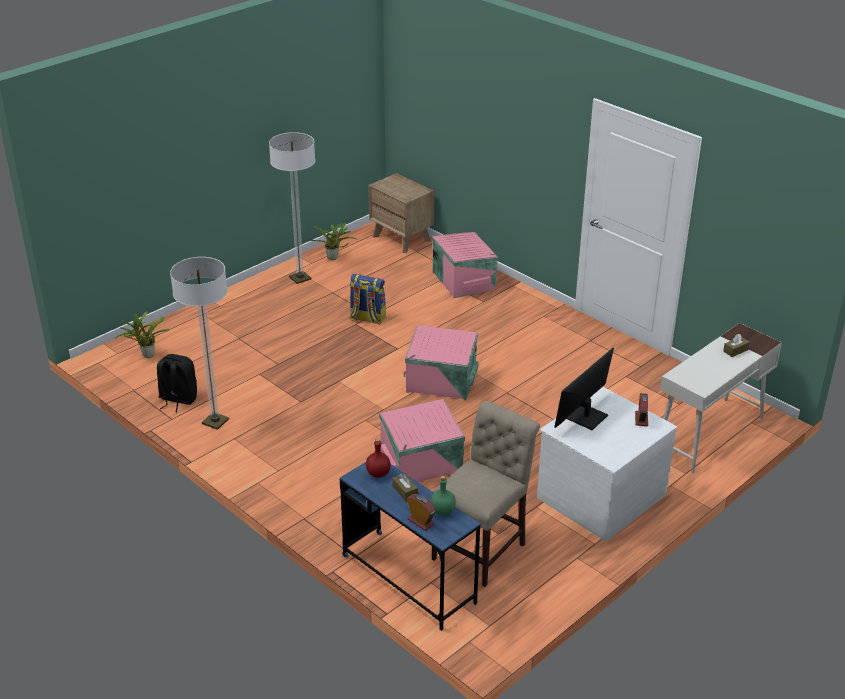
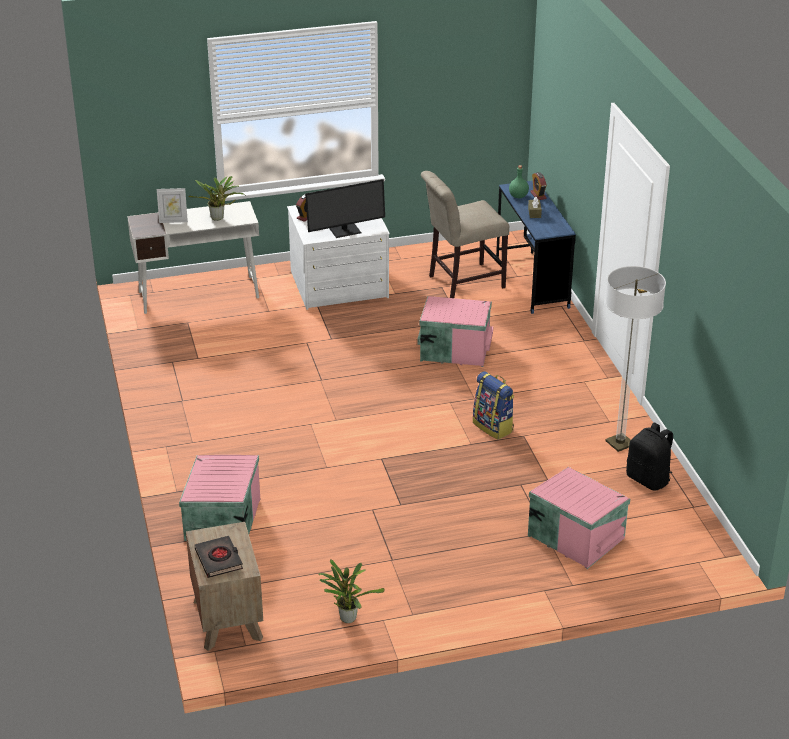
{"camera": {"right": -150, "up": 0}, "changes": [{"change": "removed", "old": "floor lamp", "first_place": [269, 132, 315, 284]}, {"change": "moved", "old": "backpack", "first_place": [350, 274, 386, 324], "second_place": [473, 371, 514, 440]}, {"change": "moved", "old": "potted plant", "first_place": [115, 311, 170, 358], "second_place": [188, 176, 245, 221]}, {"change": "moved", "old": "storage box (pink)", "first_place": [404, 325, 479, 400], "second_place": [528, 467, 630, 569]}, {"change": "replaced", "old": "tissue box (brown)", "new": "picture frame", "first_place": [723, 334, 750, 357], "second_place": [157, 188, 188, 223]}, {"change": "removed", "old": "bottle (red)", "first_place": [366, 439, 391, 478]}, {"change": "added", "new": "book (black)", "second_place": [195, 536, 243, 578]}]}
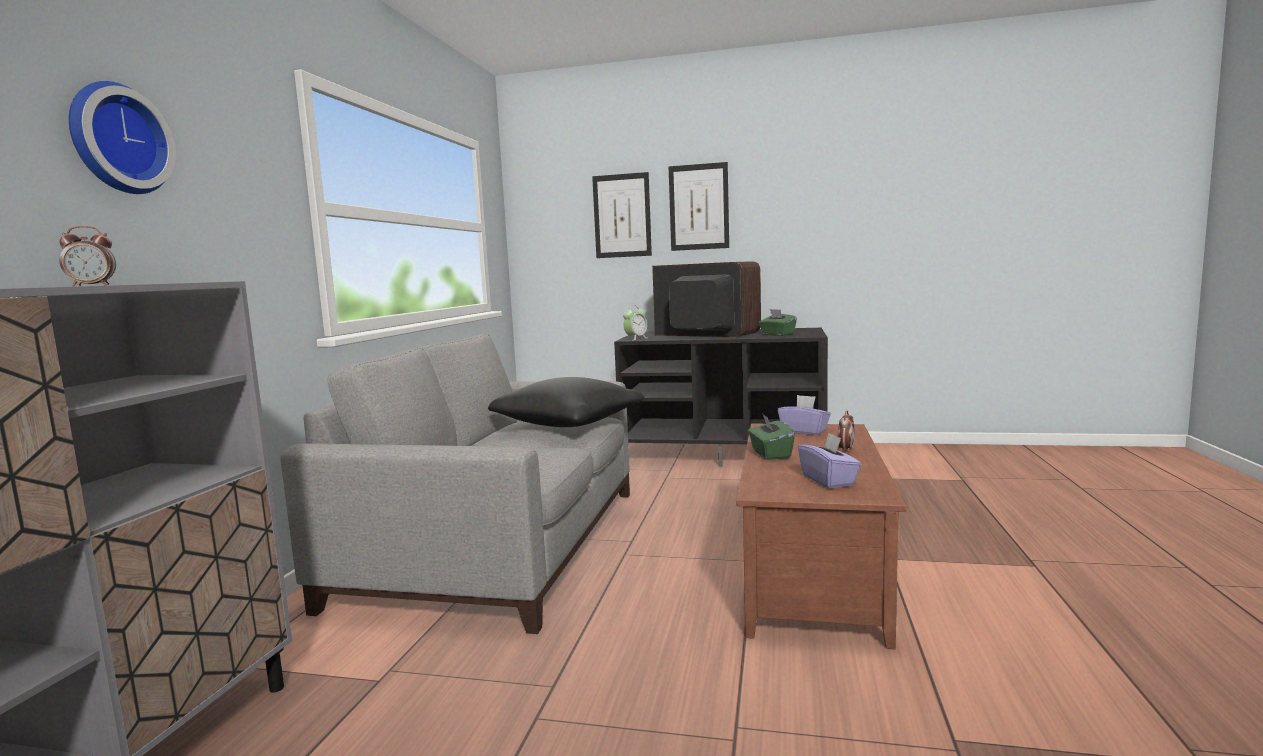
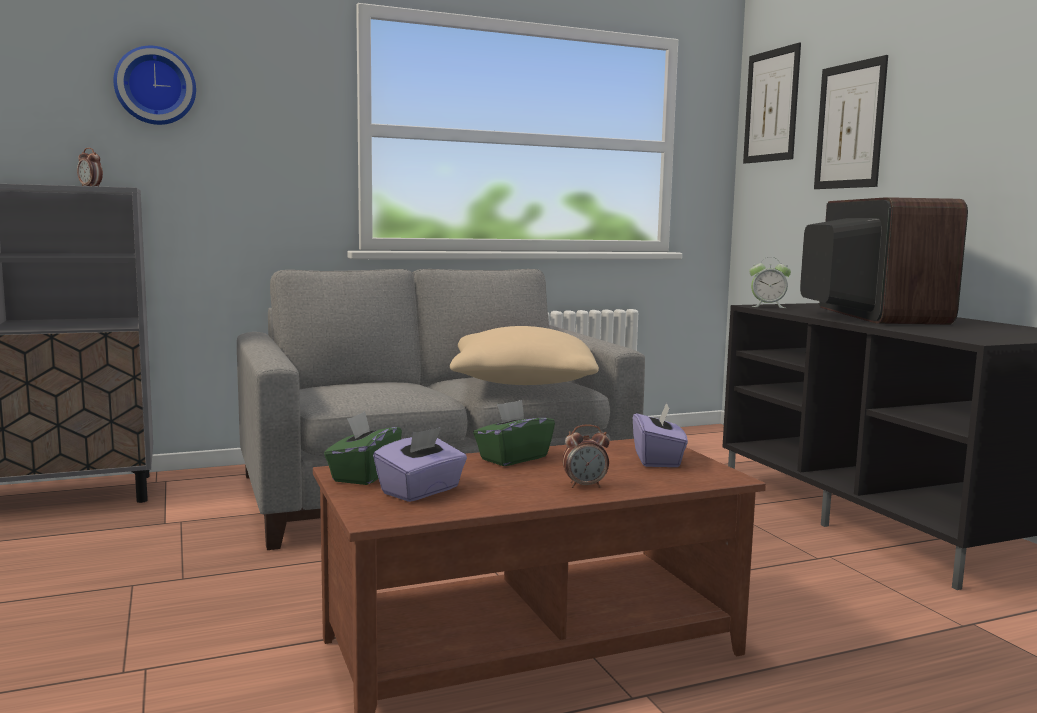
{"camera": {"right": 55, "up": 0}, "changes": [{"change": "moved", "old": "picture", "first_place": [669, 162, 729, 251], "second_place": [743, 42, 801, 164]}, {"change": "moved", "old": "tissue box (green)", "first_place": [759, 309, 797, 336], "second_place": [324, 411, 402, 485]}, {"change": "recoloured", "old": "pillow (black)", "new": "pillow (beige)", "first_place": [488, 377, 645, 427], "second_place": [450, 326, 599, 385]}]}
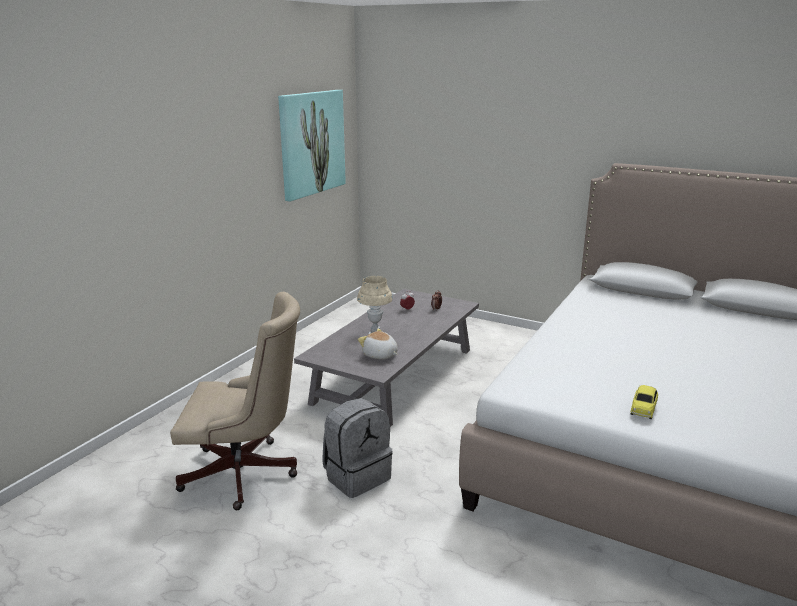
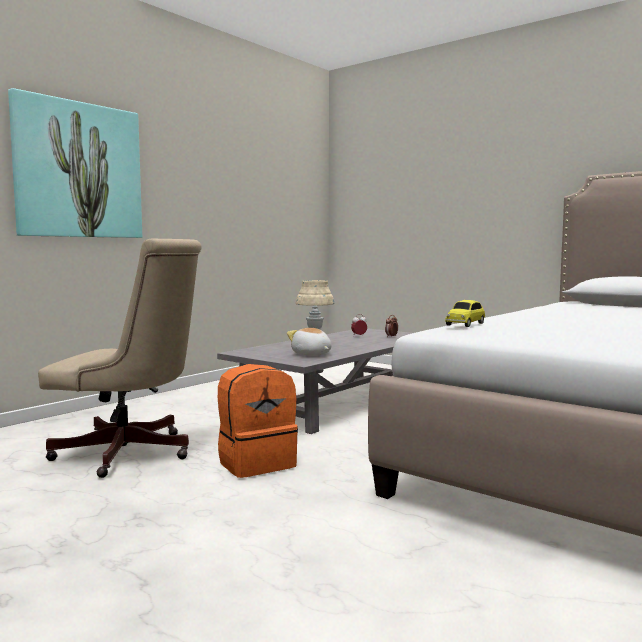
{"camera": {"right": 10, "up": -15}, "changes": [{"change": "moved", "old": "picture", "first_place": [278, 90, 346, 202], "second_place": [8, 88, 142, 238]}, {"change": "moved", "old": "toy car", "first_place": [630, 385, 658, 419], "second_place": [445, 300, 485, 327]}, {"change": "recoloured", "old": "backpack (grey)", "new": "backpack (orange)", "first_place": [323, 398, 393, 498], "second_place": [218, 364, 298, 478]}]}
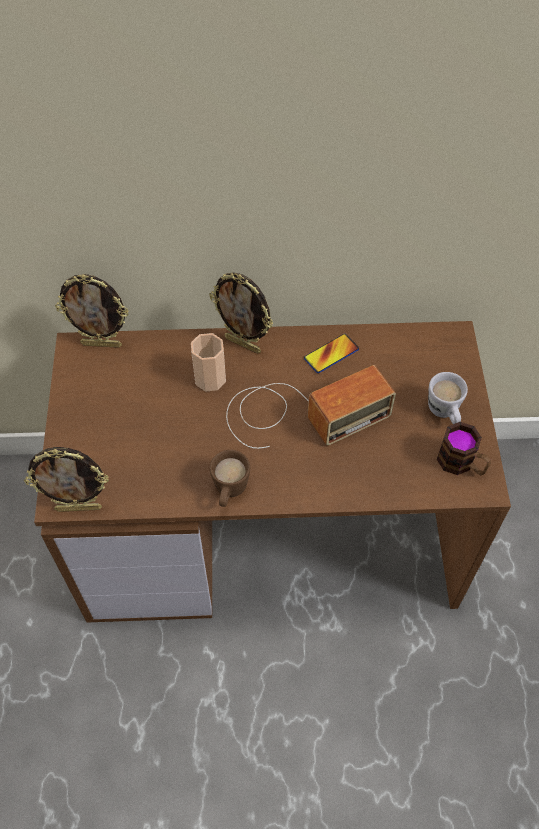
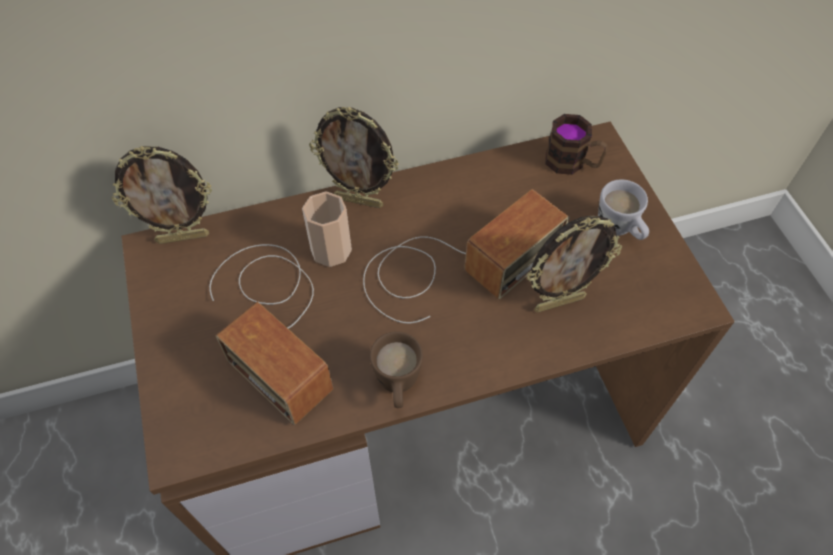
{"camera": {"right": -15, "up": 0}, "changes": [{"change": "removed", "old": "phone", "first_place": [304, 334, 359, 373]}, {"change": "moved", "old": "mug", "first_place": [437, 422, 491, 475], "second_place": [545, 114, 608, 175]}, {"change": "moved", "old": "picture frame", "first_place": [24, 447, 109, 512], "second_place": [527, 215, 622, 312]}, {"change": "added", "new": "radio", "second_place": [209, 244, 333, 425]}]}
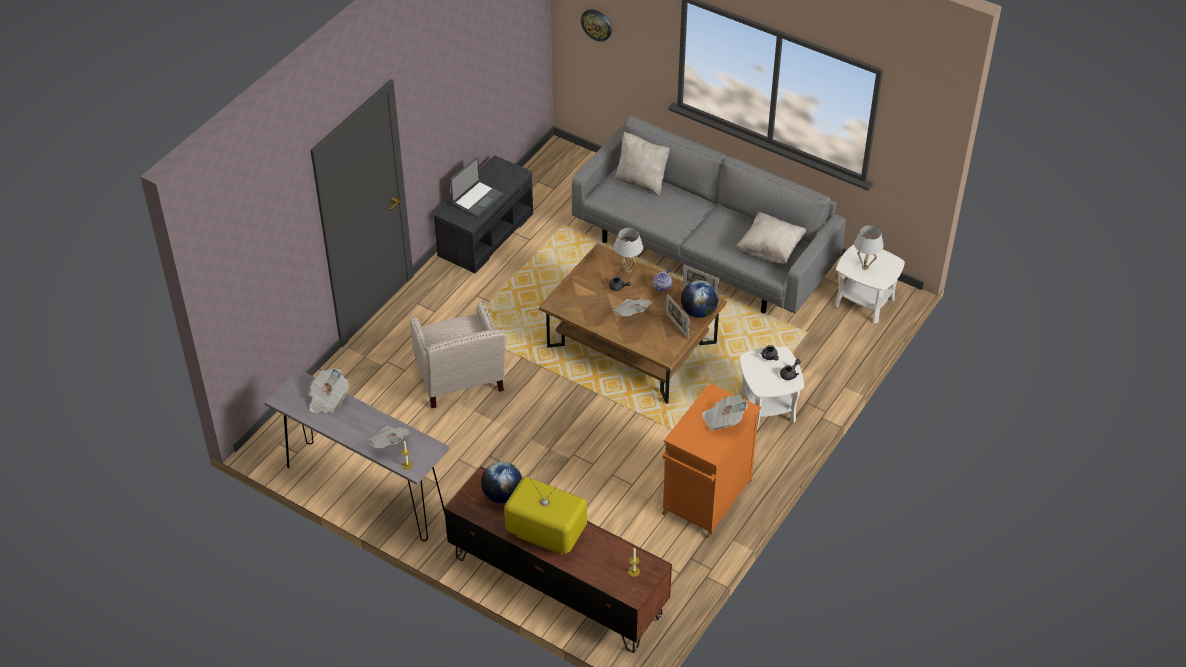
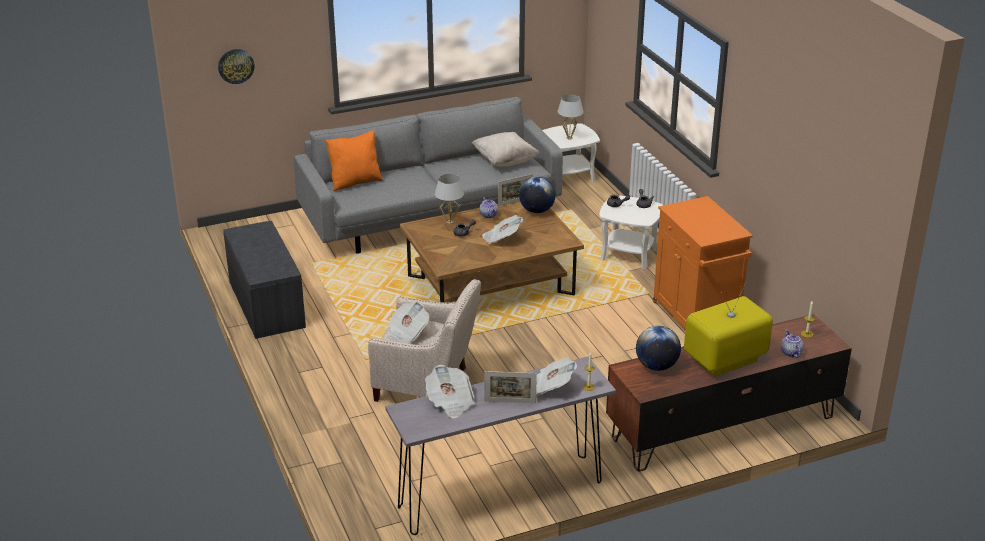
{"camera": {"right": -55, "up": -15}, "changes": [{"change": "recoloured", "old": "pillow (beige)", "new": "pillow (orange)", "first_place": [615, 132, 670, 196], "second_place": [325, 130, 383, 191]}, {"change": "removed", "old": "laptop", "first_place": [450, 157, 503, 217]}, {"change": "moved", "old": "picture frame", "first_place": [666, 294, 690, 338], "second_place": [485, 371, 537, 403]}, {"change": "moved", "old": "newspaper", "first_place": [702, 395, 748, 431], "second_place": [386, 302, 429, 344]}, {"change": "added", "new": "teapot", "second_place": [781, 329, 804, 358]}]}
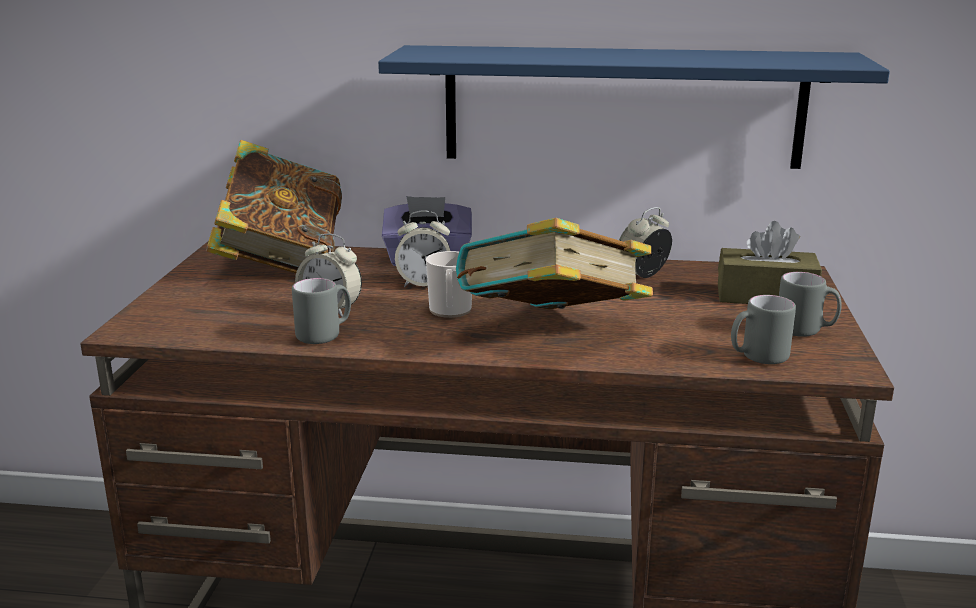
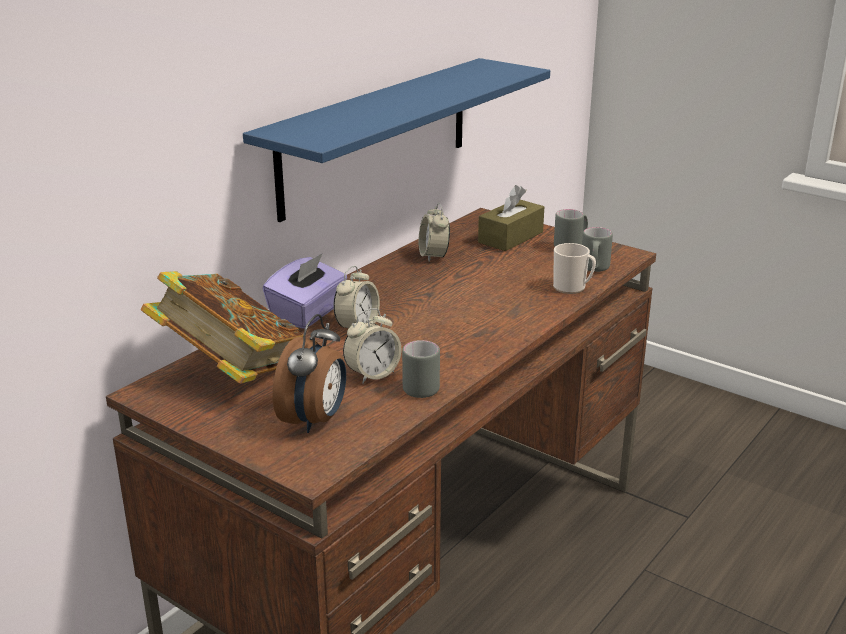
{"camera": {"right": -60, "up": 5}, "changes": [{"change": "removed", "old": "book", "first_place": [456, 218, 653, 310]}, {"change": "moved", "old": "mug", "first_place": [426, 251, 472, 318], "second_place": [553, 243, 596, 294]}, {"change": "added", "new": "alarm clock", "second_place": [272, 314, 346, 433]}]}
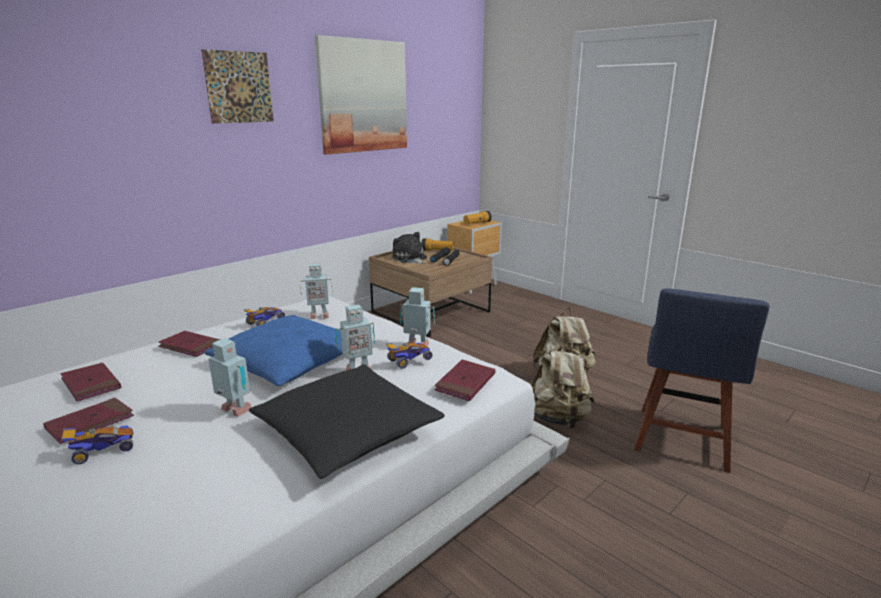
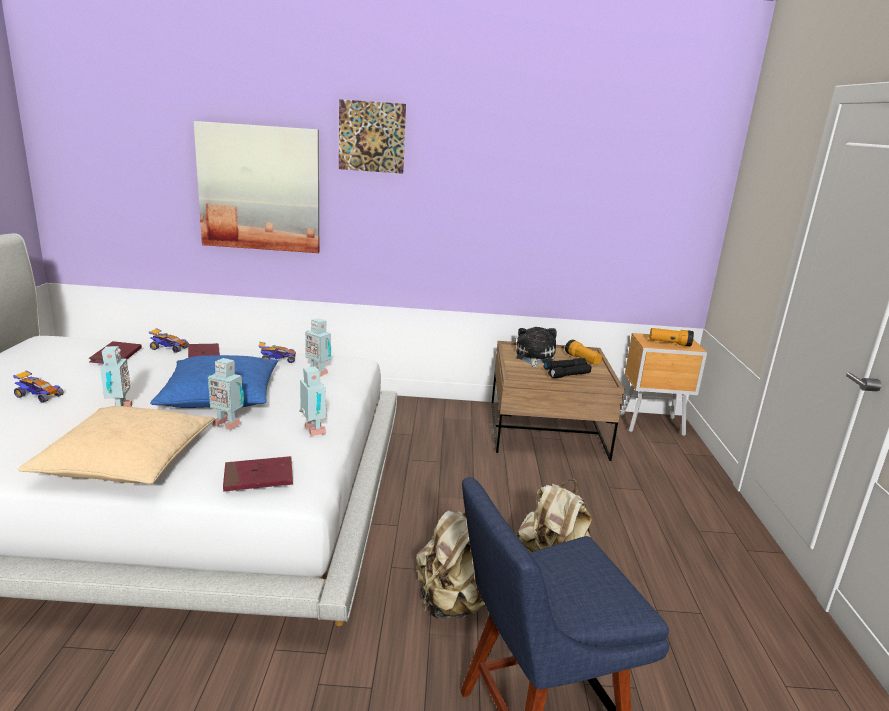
{"camera": {"right": 45, "up": 0}, "changes": [{"change": "moved", "old": "picture", "first_place": [315, 35, 407, 155], "second_place": [193, 121, 319, 253]}, {"change": "moved", "old": "toy car", "first_place": [385, 343, 433, 369], "second_place": [149, 328, 189, 353]}, {"change": "recoloured", "old": "pillow (black)", "new": "pillow (beige)", "first_place": [249, 364, 445, 479], "second_place": [18, 406, 215, 484]}, {"change": "removed", "old": "book (red)", "first_place": [43, 398, 134, 444]}]}
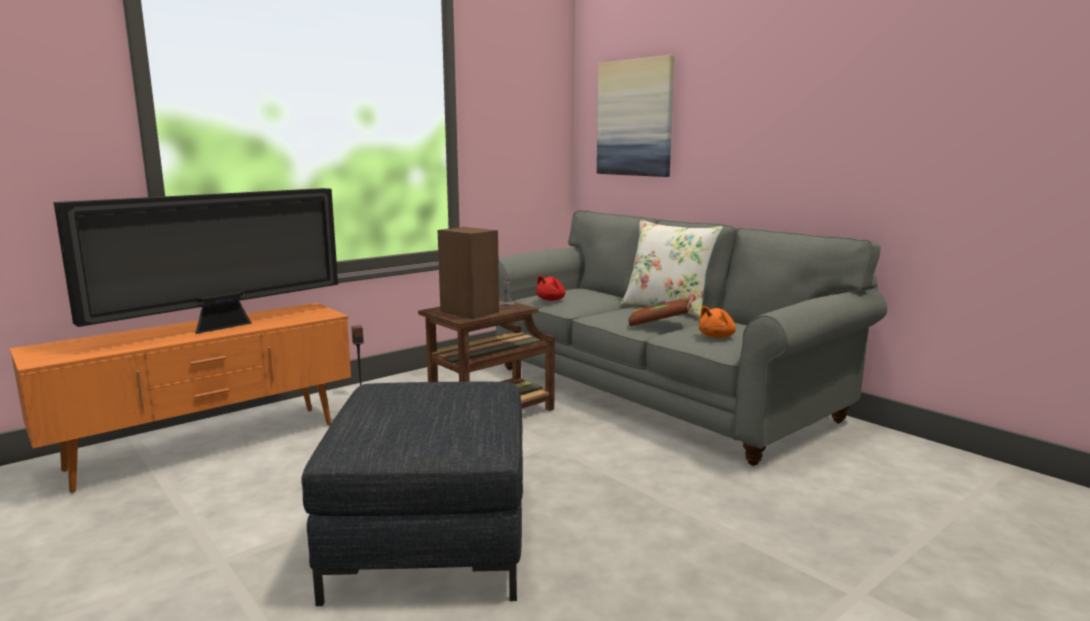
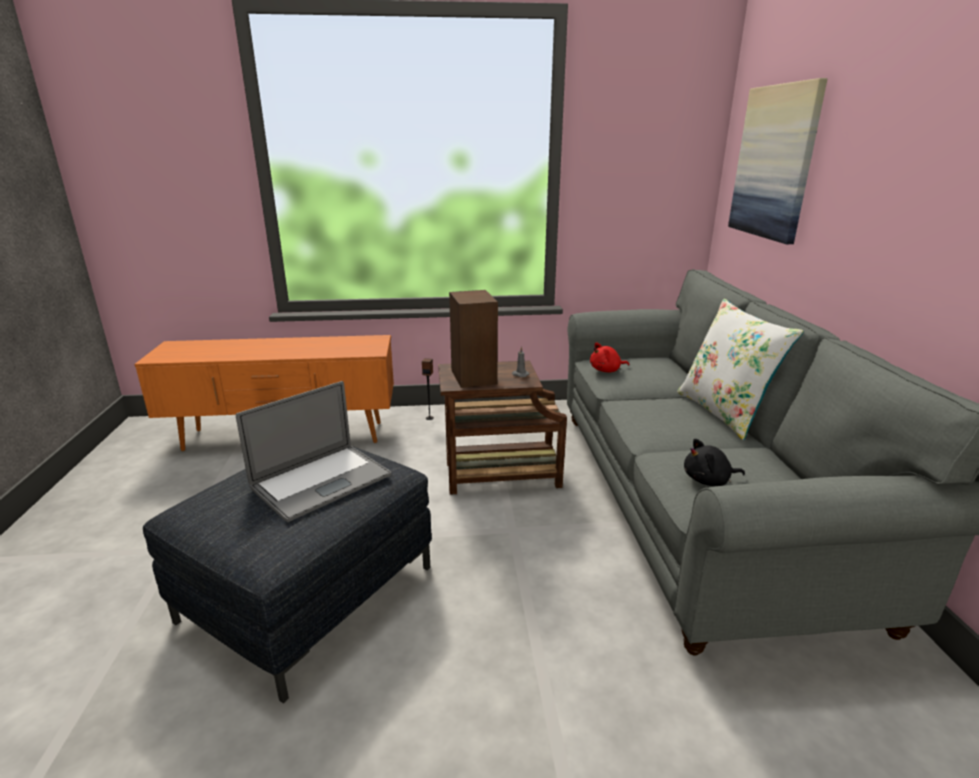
{"camera": {"right": 35, "up": 10}, "changes": [{"change": "removed", "old": "television", "first_place": [54, 188, 338, 334]}, {"change": "removed", "old": "book (brown)", "first_place": [628, 296, 691, 326]}, {"change": "recoloured", "old": "plush toy (orange)", "new": "plush toy (black)", "first_place": [698, 305, 736, 338], "second_place": [684, 439, 745, 487]}, {"change": "added", "new": "laptop", "second_place": [236, 381, 391, 522]}]}
